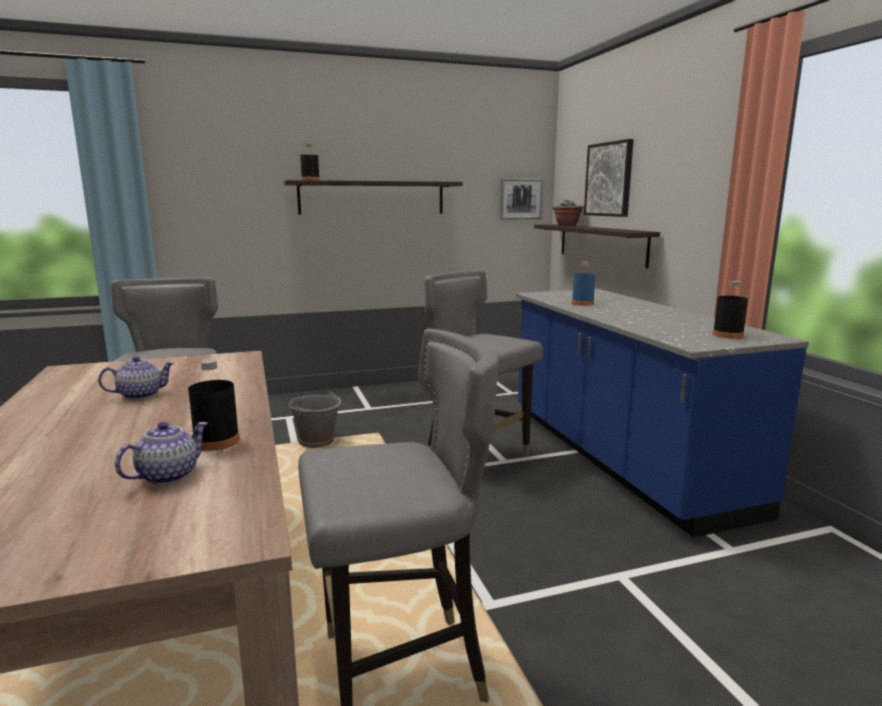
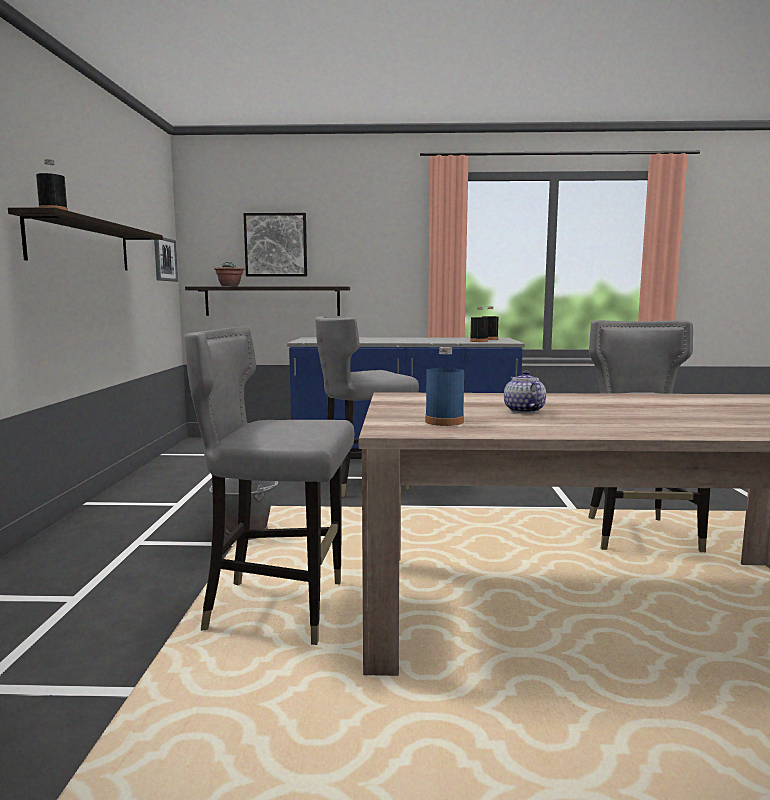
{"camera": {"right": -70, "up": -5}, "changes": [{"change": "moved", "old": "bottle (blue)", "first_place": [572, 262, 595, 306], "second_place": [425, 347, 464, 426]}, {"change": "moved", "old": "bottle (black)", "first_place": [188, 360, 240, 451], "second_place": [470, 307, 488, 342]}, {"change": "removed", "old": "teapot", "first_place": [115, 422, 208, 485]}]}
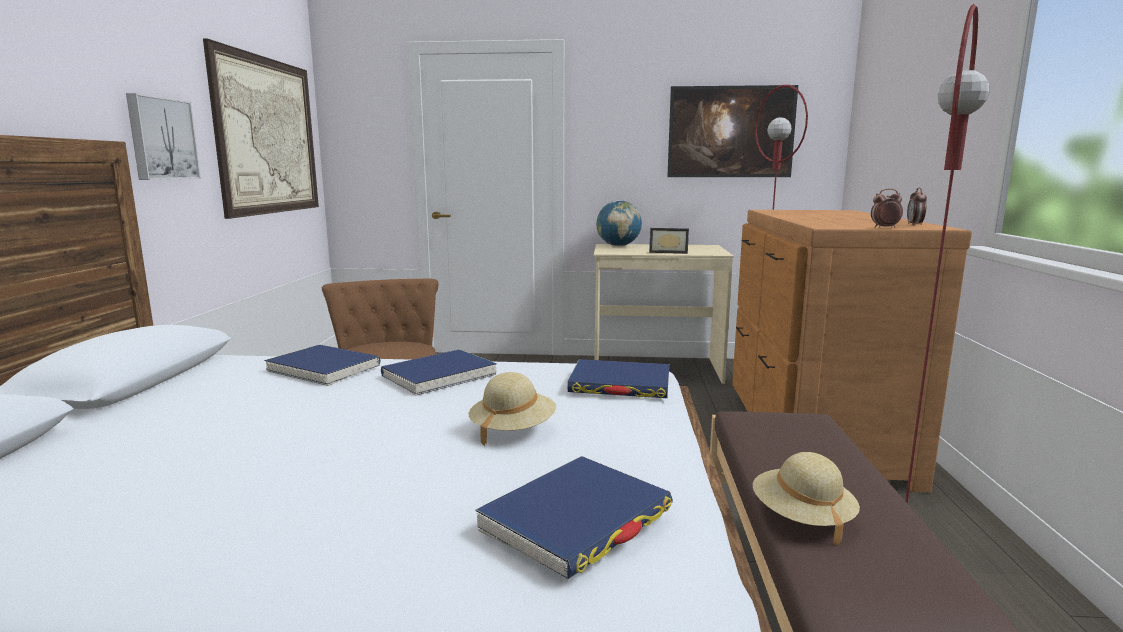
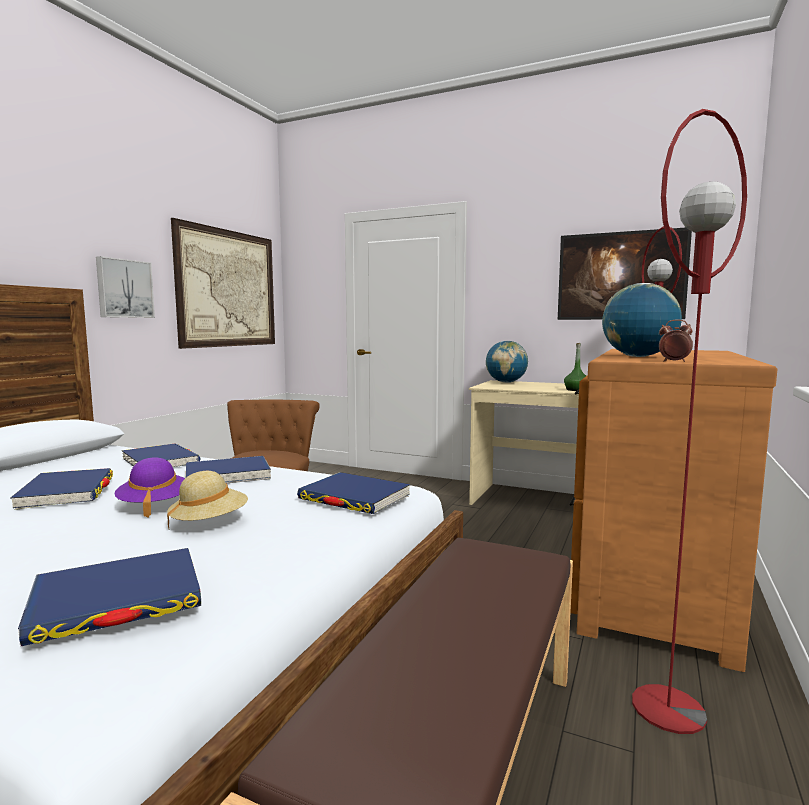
{"camera": {"right": 20, "up": -5}, "changes": [{"change": "removed", "old": "alarm clock", "first_place": [907, 188, 927, 226]}, {"change": "removed", "old": "picture frame", "first_place": [649, 228, 689, 254]}, {"change": "removed", "old": "hat (beige)", "first_place": [753, 452, 860, 545]}, {"change": "added", "new": "globe", "second_place": [602, 283, 682, 357]}, {"change": "added", "new": "bottle (green)", "second_place": [564, 343, 586, 391]}, {"change": "added", "new": "hat (purple)", "second_place": [115, 458, 185, 518]}, {"change": "added", "new": "book (blue)", "second_place": [11, 468, 113, 510]}]}
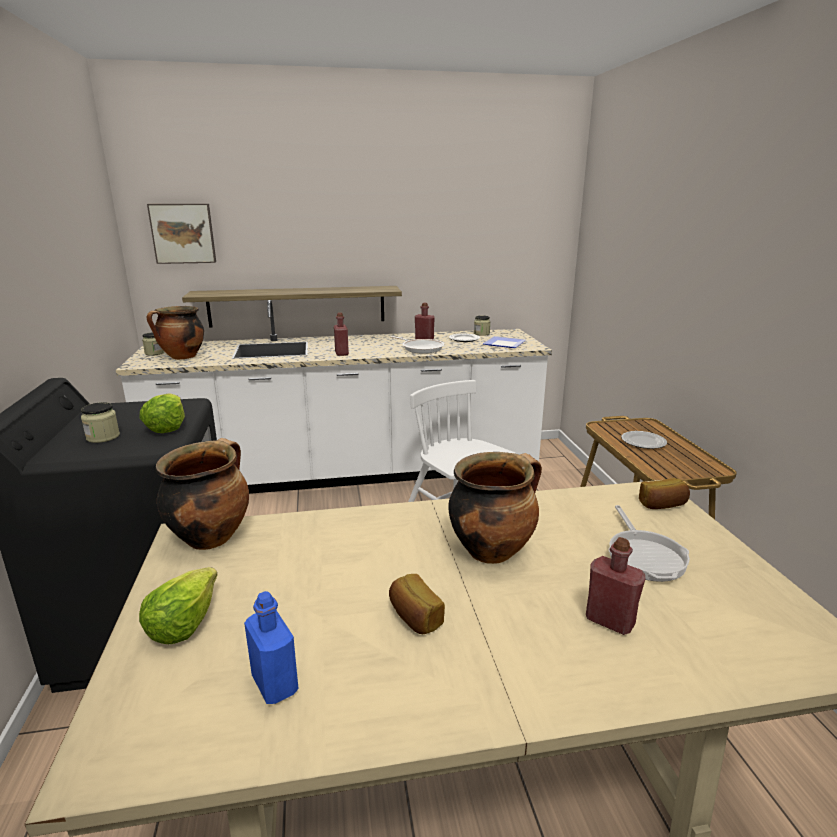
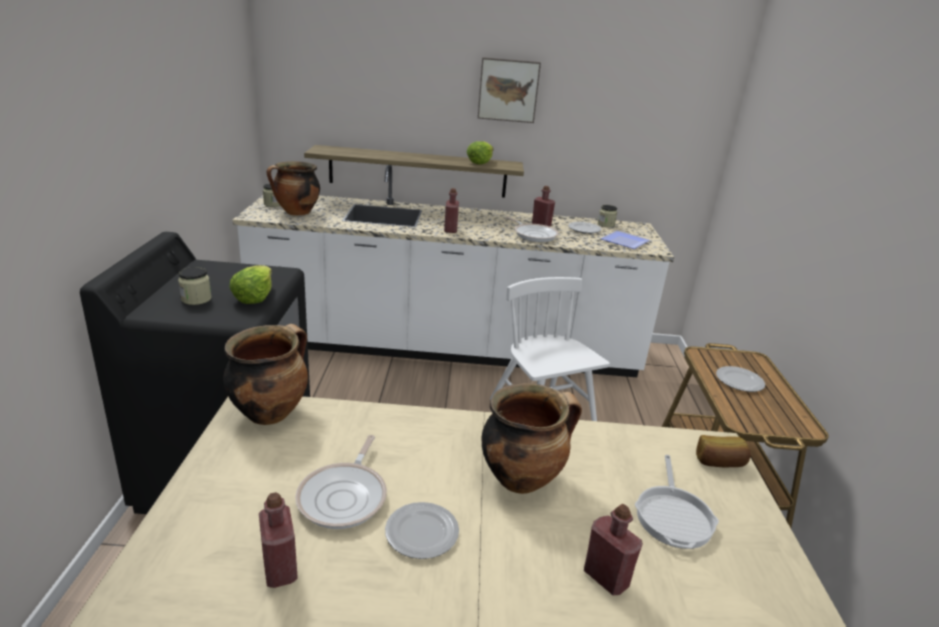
{"camera": {"right": 10, "up": 5}, "changes": [{"change": "moved", "old": "picture", "first_place": [147, 204, 216, 264], "second_place": [478, 57, 541, 123]}, {"change": "moved", "old": "lettuce", "first_place": [139, 567, 218, 644], "second_place": [467, 141, 494, 164]}, {"change": "replaced", "old": "bread", "new": "plate", "first_place": [389, 574, 445, 634], "second_place": [385, 502, 459, 559]}, {"change": "recoloured", "old": "bottle (blue)", "new": "bottle (red)", "first_place": [244, 591, 299, 704], "second_place": [259, 492, 298, 588]}, {"change": "added", "new": "frying pan", "second_place": [295, 435, 387, 529]}]}
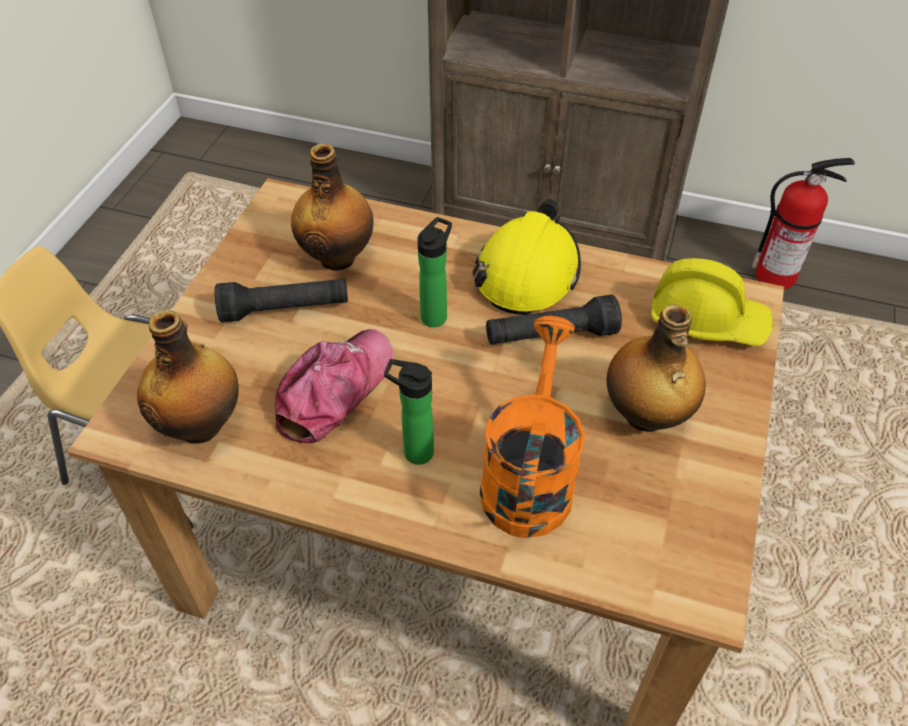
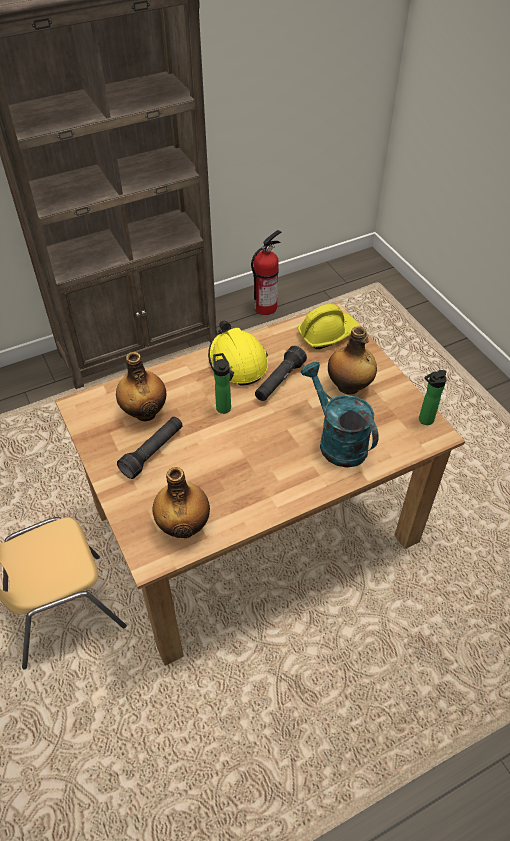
{"camera": {"right": -45, "up": 0}, "changes": [{"change": "recoloured", "old": "watering can (orange)", "new": "watering can (turquoise)", "first_place": [480, 316, 585, 538], "second_place": [301, 362, 378, 468]}, {"change": "removed", "old": "cap", "first_place": [275, 329, 393, 443]}, {"change": "moved", "old": "bottle", "first_place": [384, 359, 434, 465], "second_place": [419, 370, 447, 425]}]}
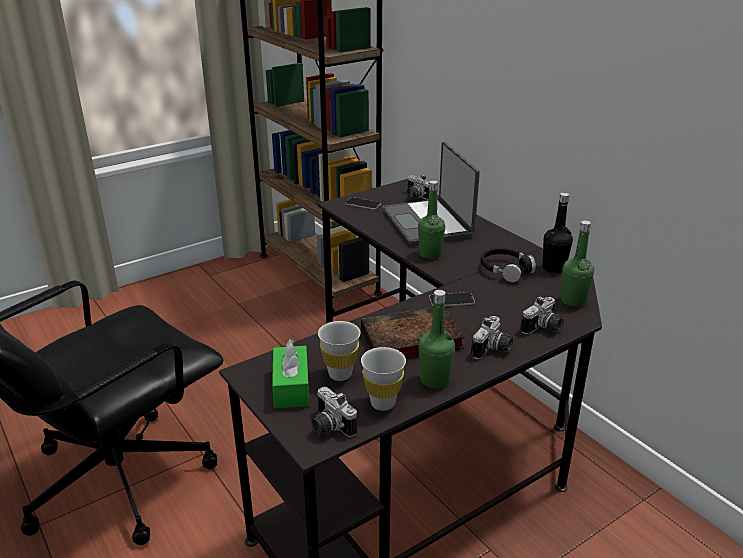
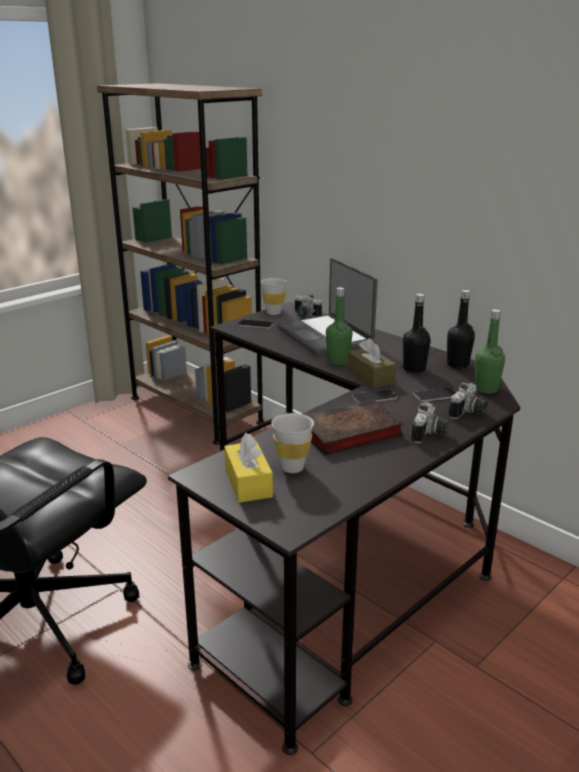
{"camera": {"right": -10, "up": -5}, "changes": [{"change": "replaced", "old": "headphones (black)", "new": "bottle (black)", "first_place": [480, 248, 536, 282], "second_place": [403, 293, 431, 373]}, {"change": "removed", "old": "bottle (green)", "first_place": [419, 290, 455, 389]}, {"change": "recoloured", "old": "tissue box (green)", "new": "tissue box (yellow)", "first_place": [272, 339, 310, 408], "second_place": [224, 433, 273, 503]}, {"change": "moved", "old": "cup (white)", "first_place": [361, 347, 406, 411], "second_place": [260, 278, 287, 315]}, {"change": "removed", "old": "photo camera", "first_place": [311, 387, 357, 437]}, {"change": "added", "new": "tissue box (brown)", "second_place": [347, 338, 396, 389]}, {"change": "added", "new": "phone", "second_place": [413, 388, 456, 402]}]}
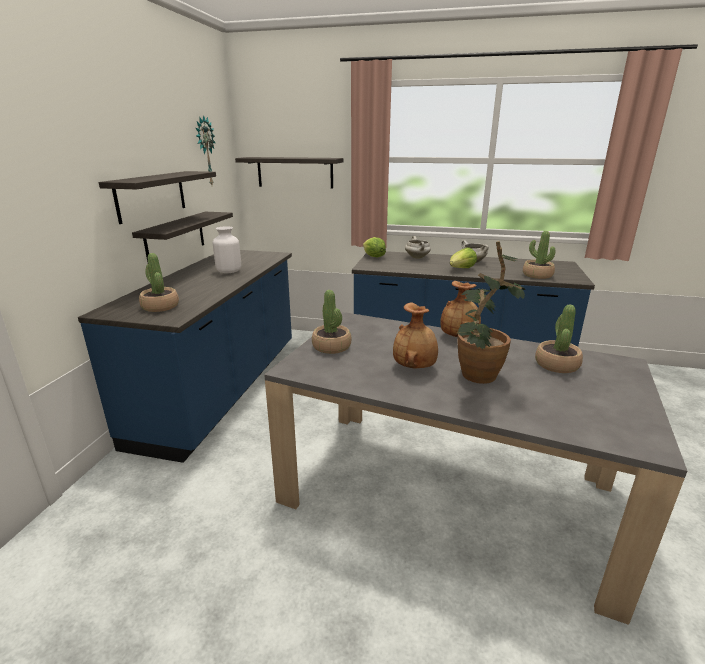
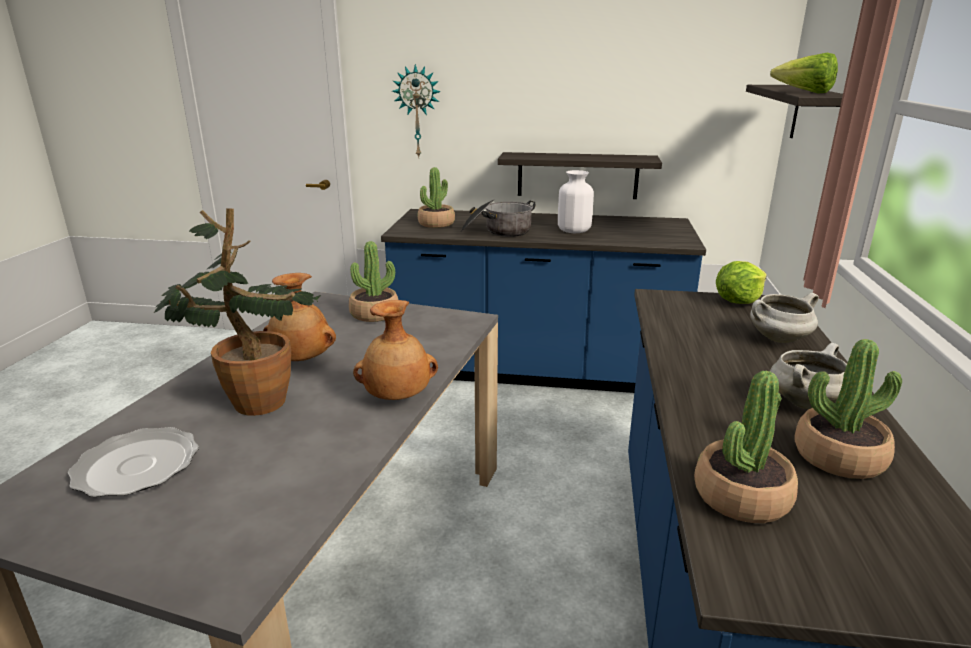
{"camera": {"right": 85, "up": 0}, "changes": [{"change": "moved", "old": "wall clock", "first_place": [196, 115, 215, 185], "second_place": [392, 64, 441, 157]}, {"change": "removed", "old": "shelf", "first_place": [99, 171, 216, 224]}, {"change": "moved", "old": "lettuce", "first_place": [450, 247, 477, 268], "second_place": [770, 53, 838, 94]}, {"change": "moved", "old": "potted plant", "first_place": [535, 305, 583, 373], "second_place": [794, 339, 902, 479]}, {"change": "added", "new": "cooking pot", "second_place": [461, 200, 535, 237]}, {"change": "added", "new": "plate", "second_place": [68, 427, 199, 497]}]}
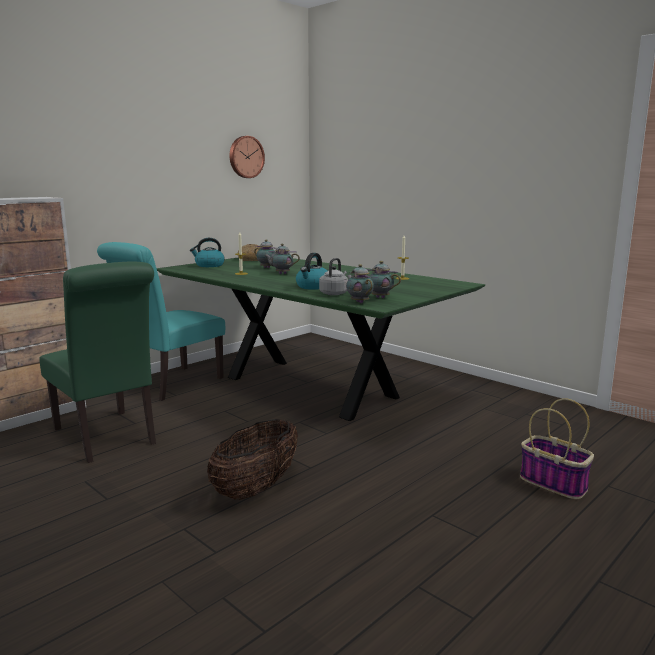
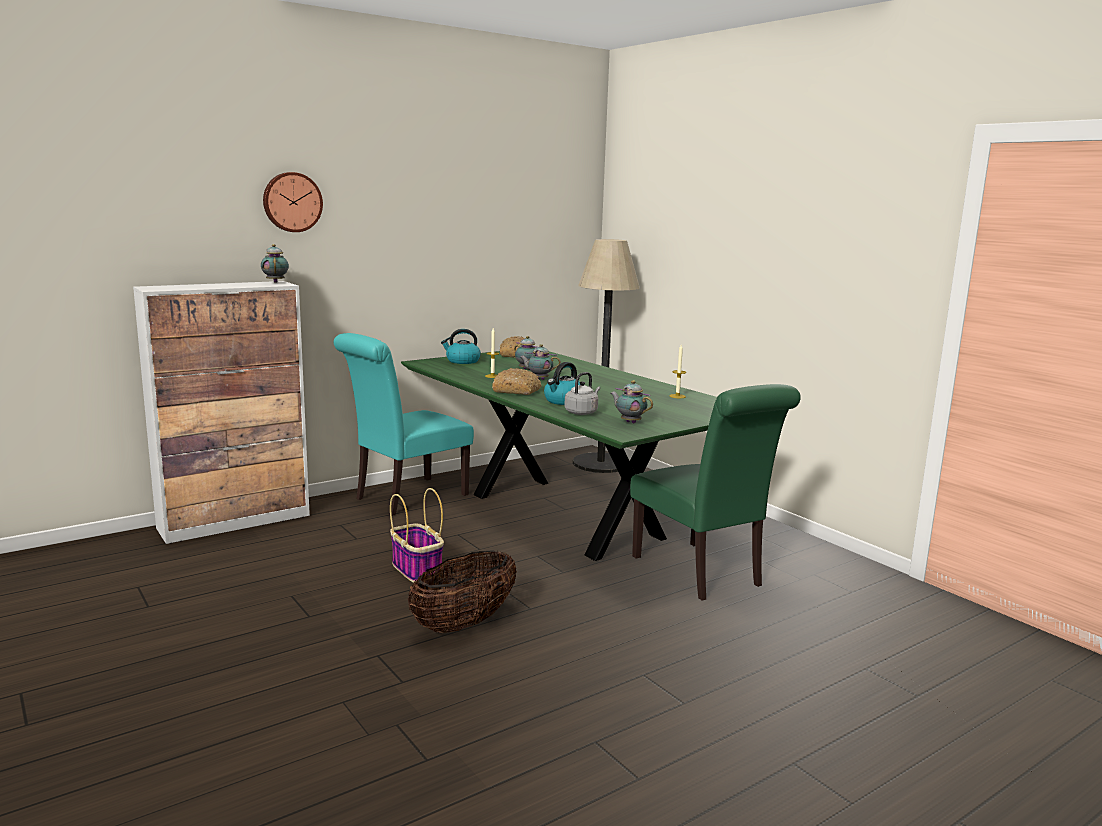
{"camera": {"right": 10, "up": 0}, "changes": [{"change": "moved", "old": "wall clock", "first_place": [229, 136, 265, 178], "second_place": [263, 172, 323, 232]}, {"change": "moved", "old": "chair (green)", "first_place": [39, 261, 156, 463], "second_place": [630, 384, 801, 600]}, {"change": "moved", "old": "teapot", "first_place": [346, 264, 374, 303], "second_place": [261, 244, 289, 283]}, {"change": "moved", "old": "basket", "first_place": [520, 398, 594, 499], "second_place": [390, 488, 444, 583]}, {"change": "added", "new": "floor lamp", "second_place": [573, 239, 640, 473]}, {"change": "added", "new": "bread", "second_place": [492, 368, 542, 395]}]}
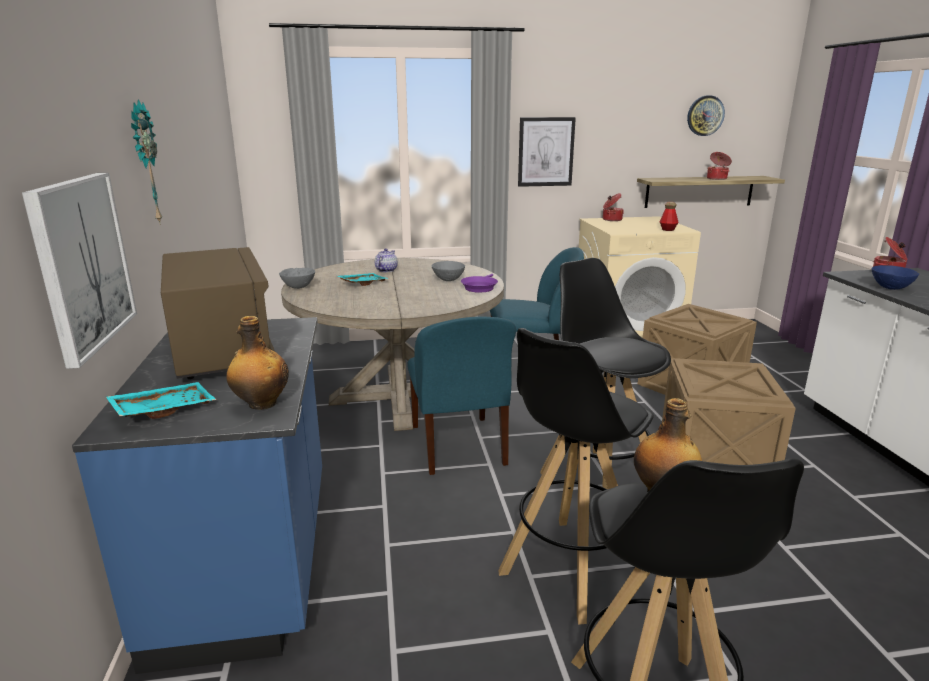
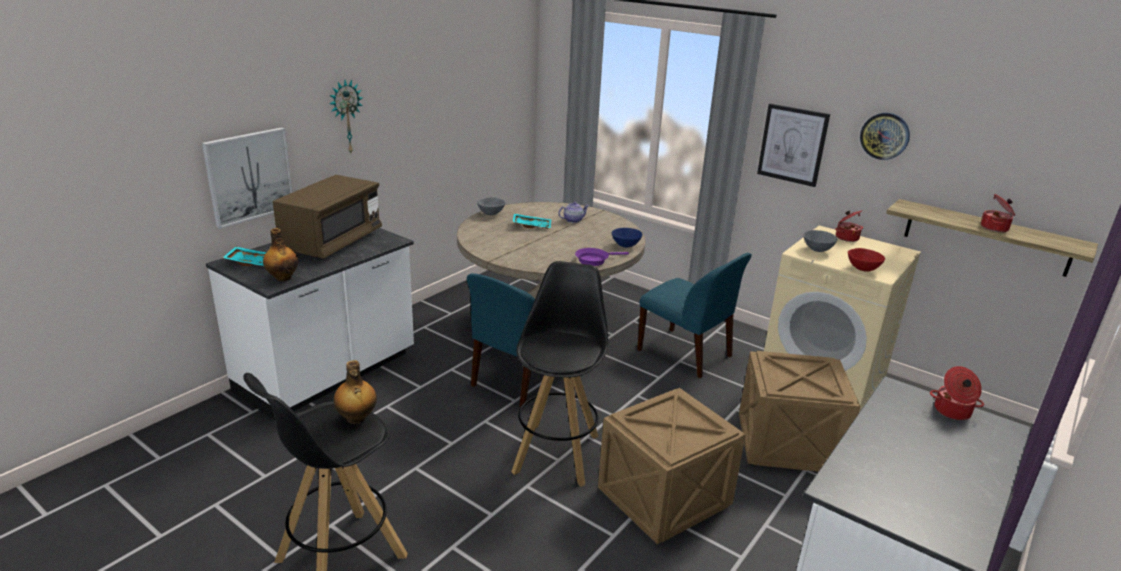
{"camera": {"right": 45, "up": 5}, "changes": [{"change": "moved", "old": "wall clock", "first_place": [687, 95, 725, 136], "second_place": [860, 113, 910, 160]}, {"change": "replaced", "old": "bottle", "new": "bowl (red)", "first_place": [660, 202, 678, 231], "second_place": [848, 248, 885, 272]}, {"change": "moved", "old": "bowl (grey)", "first_place": [432, 261, 465, 281], "second_place": [803, 230, 837, 252]}, {"change": "moved", "old": "bowl (blue)", "first_place": [872, 265, 919, 290], "second_place": [612, 228, 643, 248]}, {"change": "recoloured", "old": "counter (blue)", "new": "counter (white)", "first_place": [72, 317, 322, 674], "second_place": [206, 228, 414, 420]}, {"change": "removed", "old": "stool (black)", "first_place": [498, 328, 654, 625]}]}
